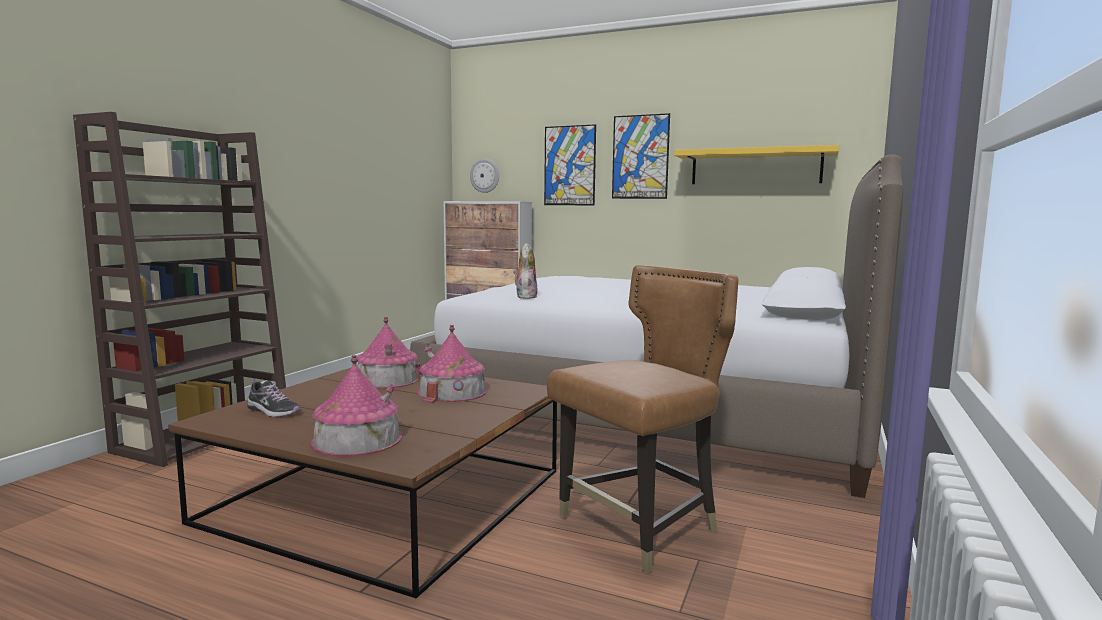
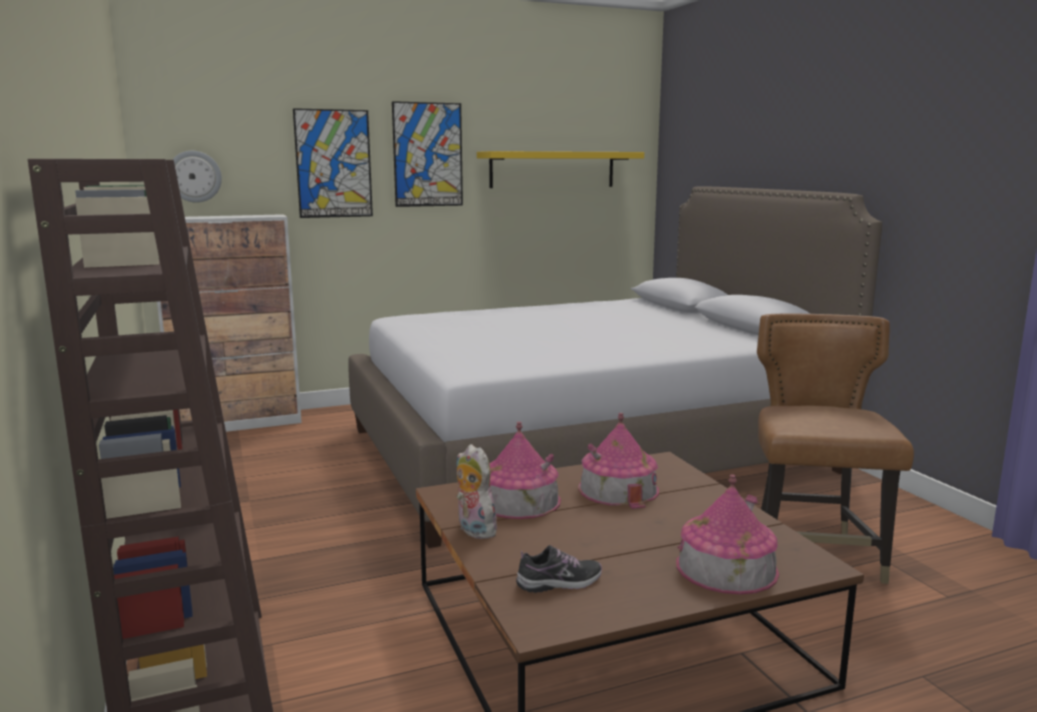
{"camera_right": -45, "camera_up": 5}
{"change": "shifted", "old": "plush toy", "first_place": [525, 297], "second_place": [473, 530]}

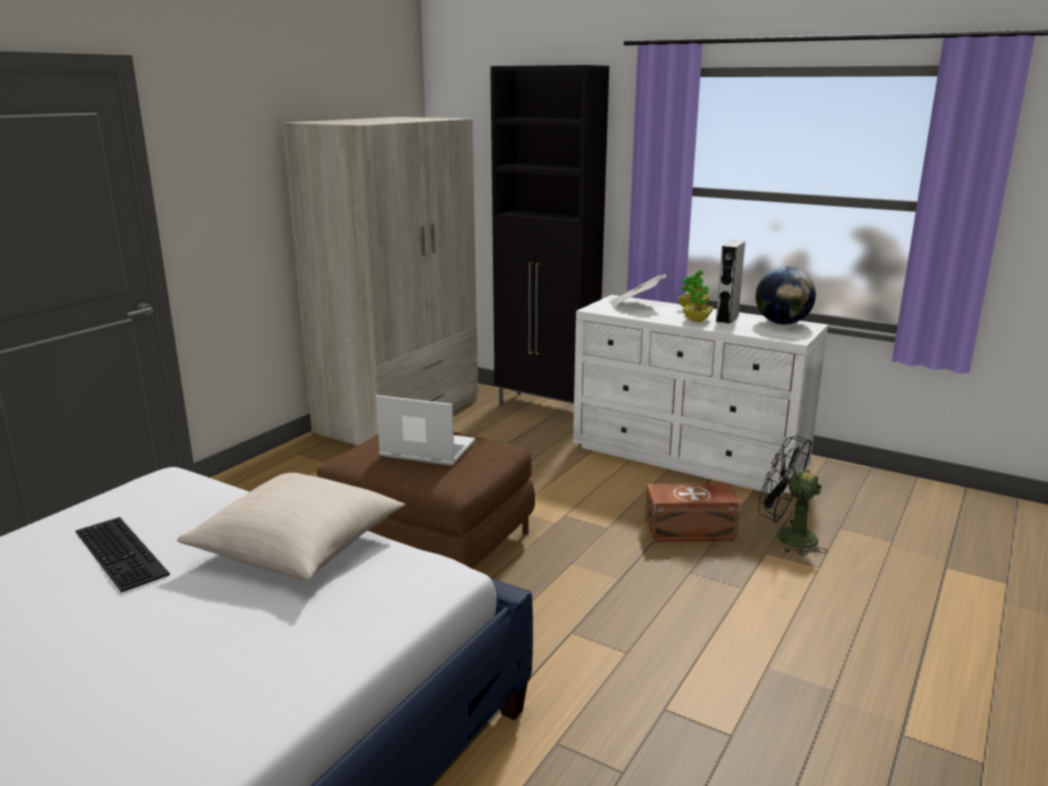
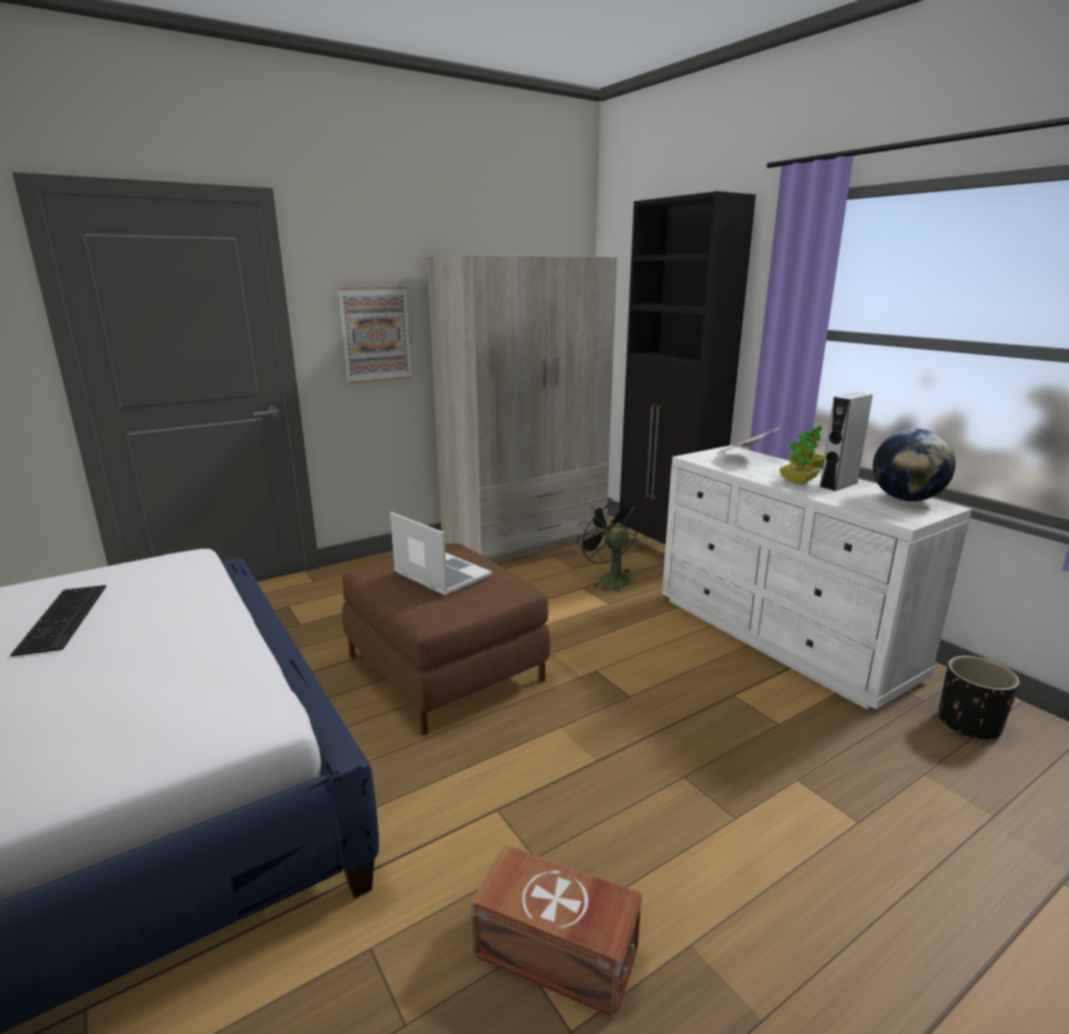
{"camera_right": 25, "camera_up": 0}
{"change": "gone", "old": "sand-coloured pillow", "first_place": [298, 548]}
{"change": "new", "new": "wall picture", "second_place": [375, 334]}
{"change": "new", "new": "blackish planter", "second_place": [968, 724]}
{"change": "shifted", "old": "brown-coloured storage box", "first_place": [691, 531], "second_place": [557, 954]}
{"change": "shifted", "old": "blackish fan", "first_place": [787, 537], "second_place": [609, 578]}

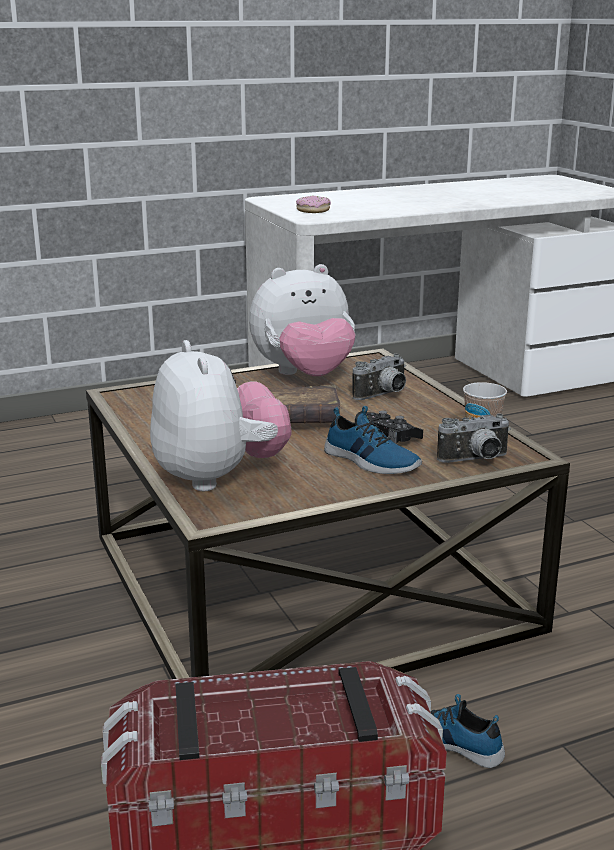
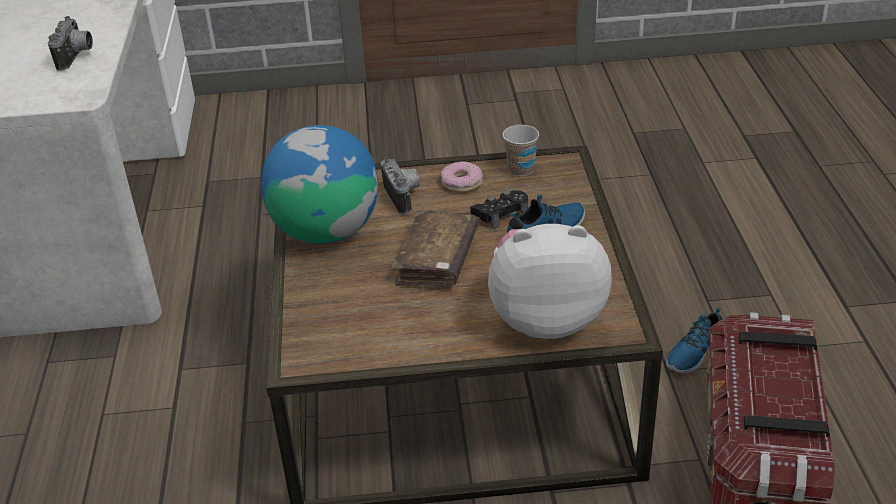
{"camera_right": -70, "camera_up": 15}
{"change": "shifted", "old": "donut", "first_place": [313, 210], "second_place": [462, 183]}
{"change": "shifted", "old": "photo camera", "first_place": [476, 460], "second_place": [77, 57]}
{"change": "swapped", "old": "plush toy", "new": "desk globe", "first_place": [304, 375], "second_place": [326, 231]}

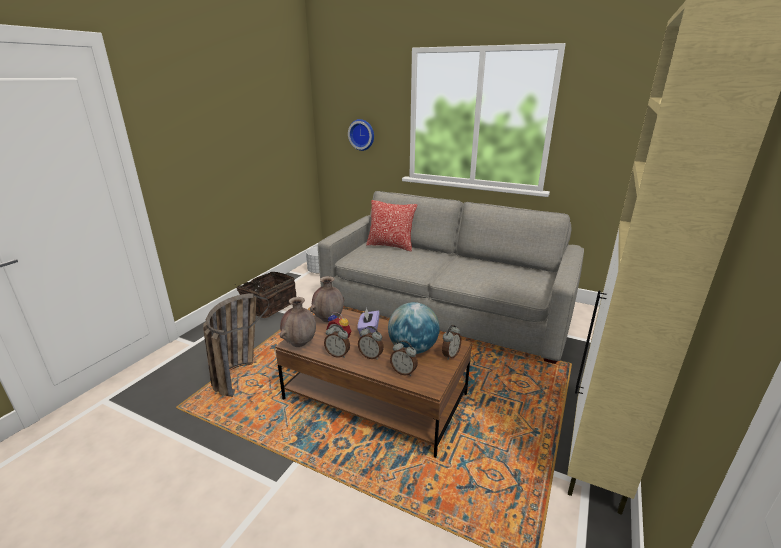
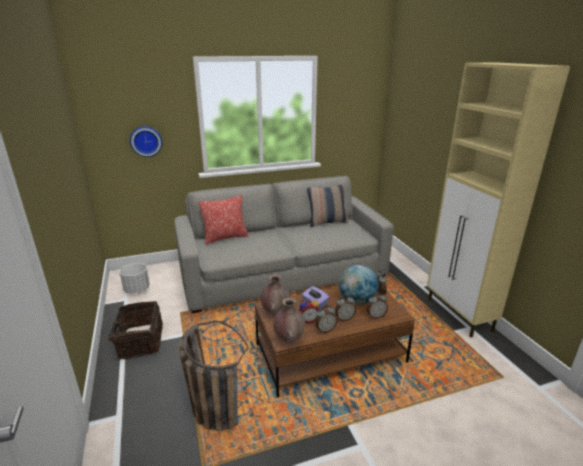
{"camera_right": -45, "camera_up": 0}
{"change": "new", "new": "pillow", "second_place": [327, 222]}

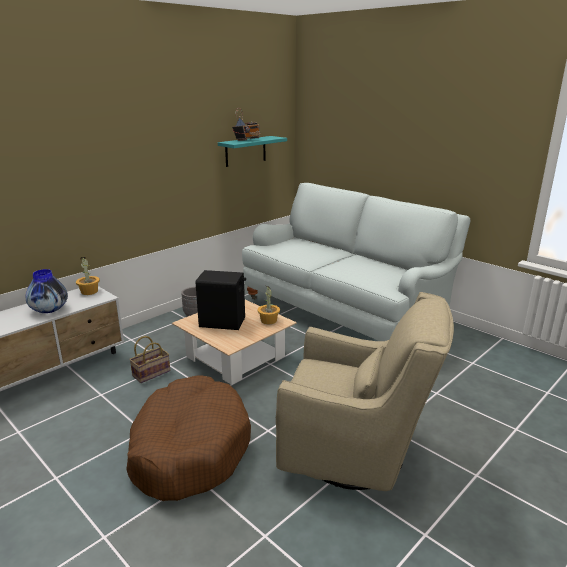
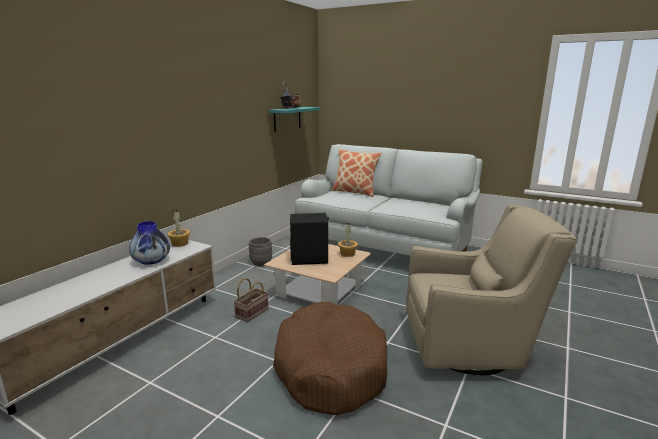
{"camera_right": -15, "camera_up": -5}
{"change": "new", "new": "pillow", "second_place": [355, 192]}

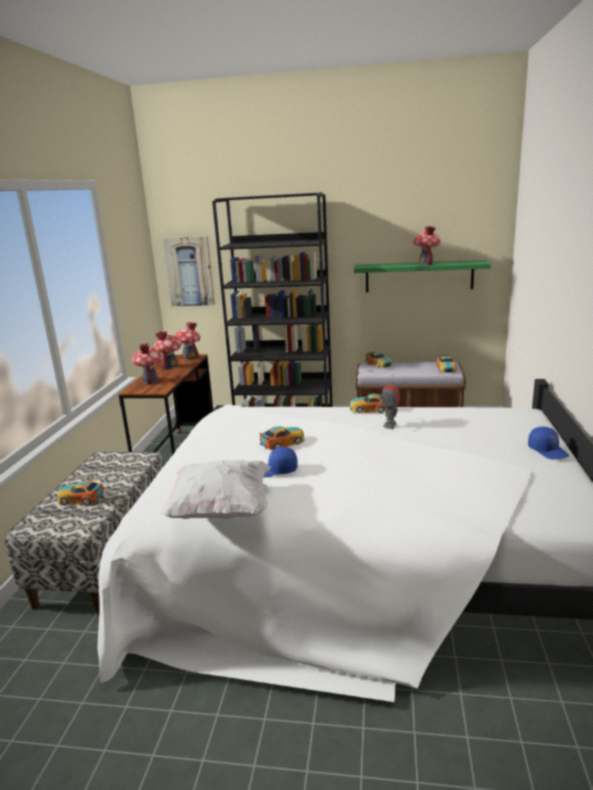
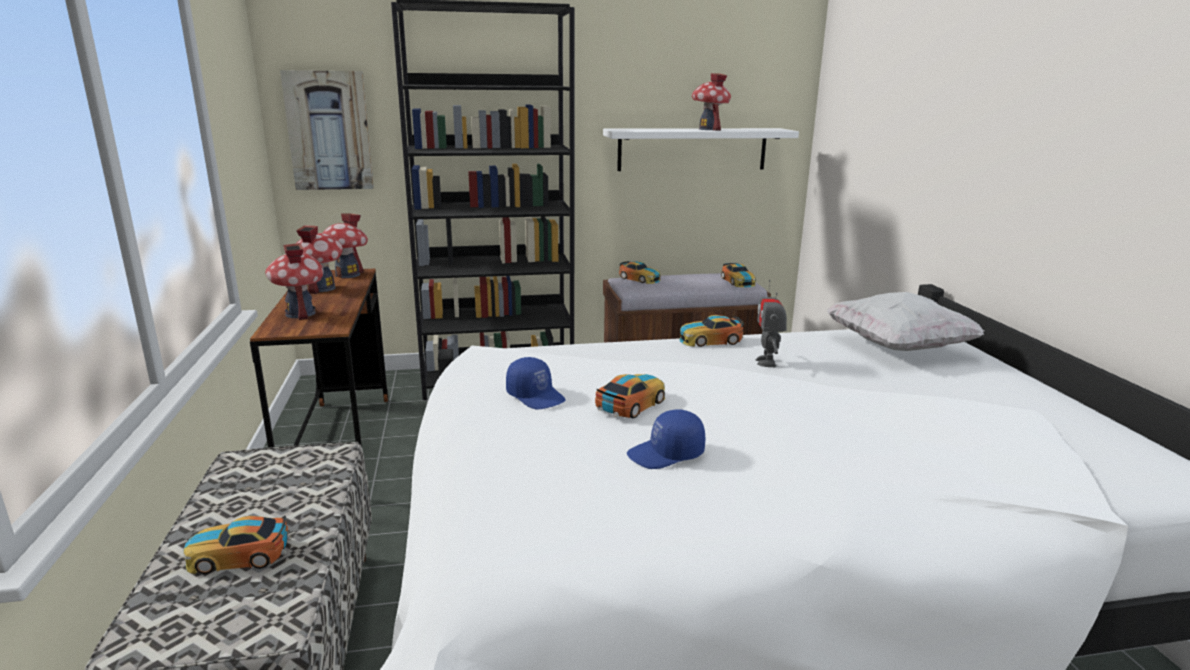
{"camera_right": -20, "camera_up": 0}
{"change": "shifted", "old": "whitish pillow", "first_place": [221, 509], "second_place": [897, 347]}
{"change": "shifted", "old": "blue-coloured baseball cap", "first_place": [548, 451], "second_place": [536, 396]}
{"change": "repainted", "old": "green-coloured wall shelf", "new": "whitish wall shelf", "first_place": [419, 276], "second_place": [692, 149]}

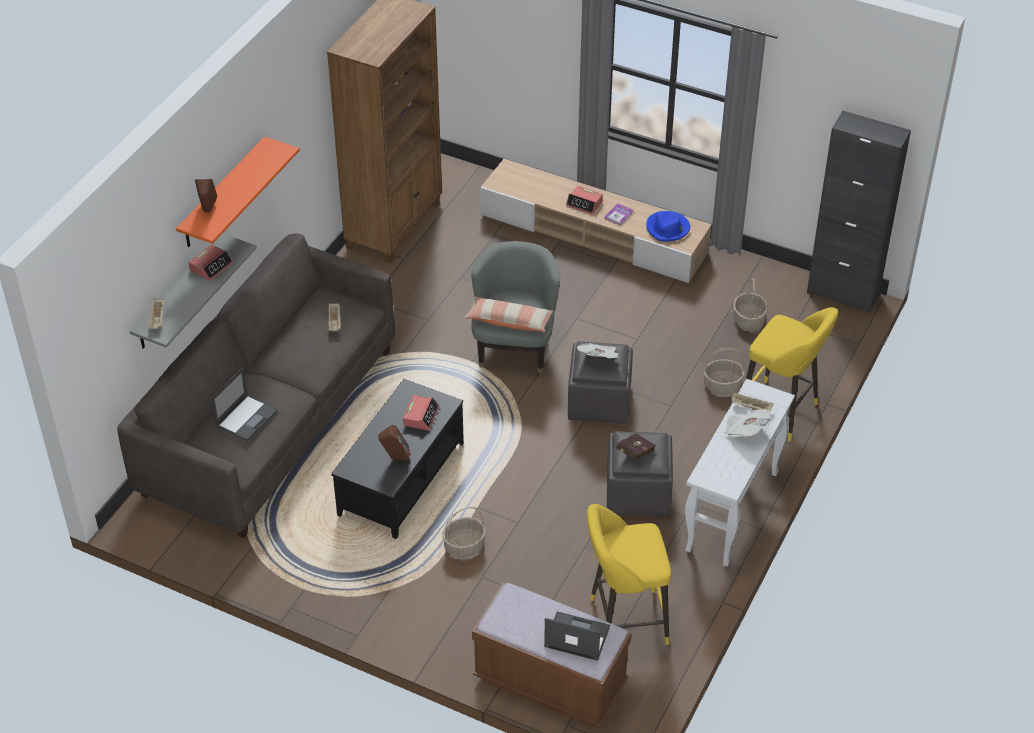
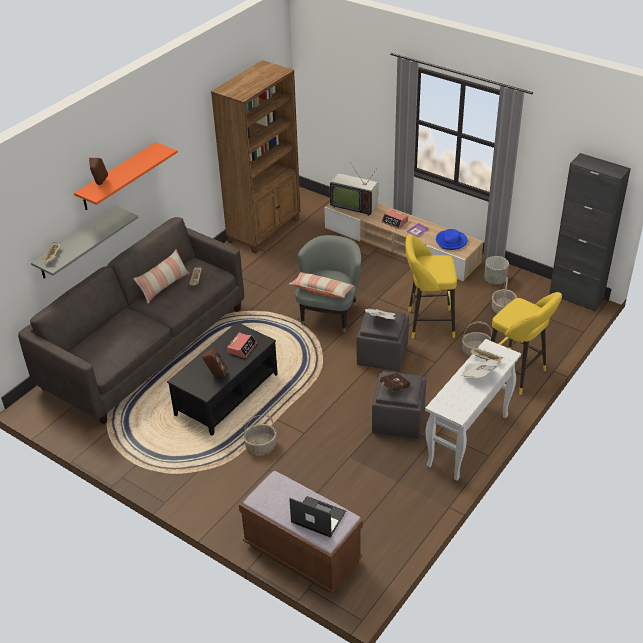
{"camera_right": 10, "camera_up": -5}
{"change": "gone", "old": "table clock", "first_place": [211, 266]}
{"change": "gone", "old": "laptop", "first_place": [247, 417]}
{"change": "new", "new": "pillow", "second_place": [164, 286]}
{"change": "new", "new": "television", "second_place": [354, 206]}
{"change": "new", "new": "grey planter", "second_place": [495, 280]}
{"change": "shifted", "old": "yellow stool", "first_place": [623, 621], "second_place": [427, 323]}

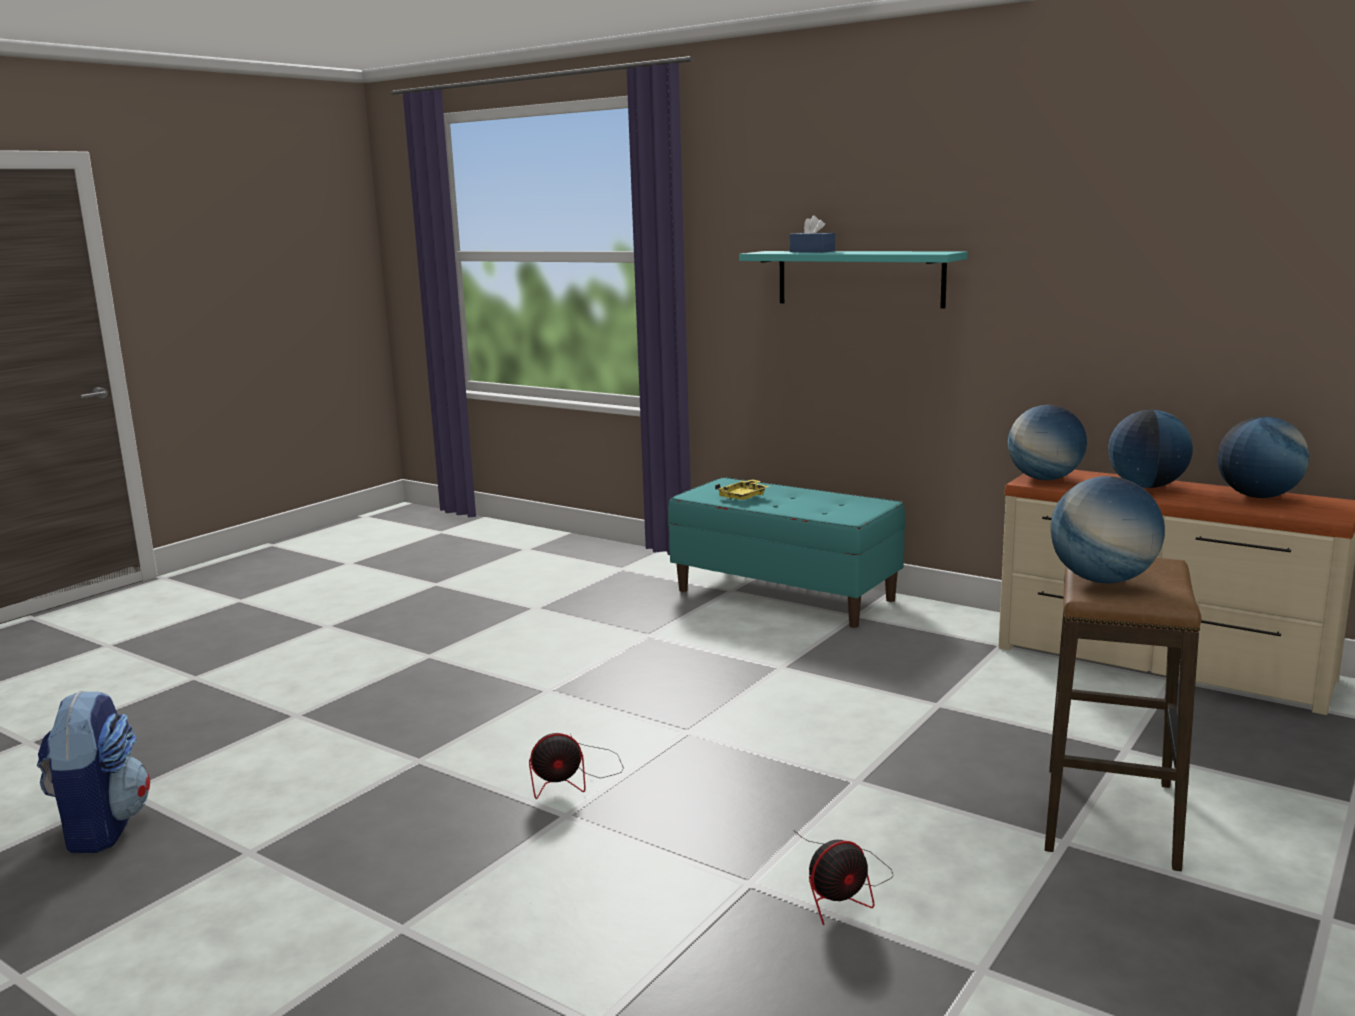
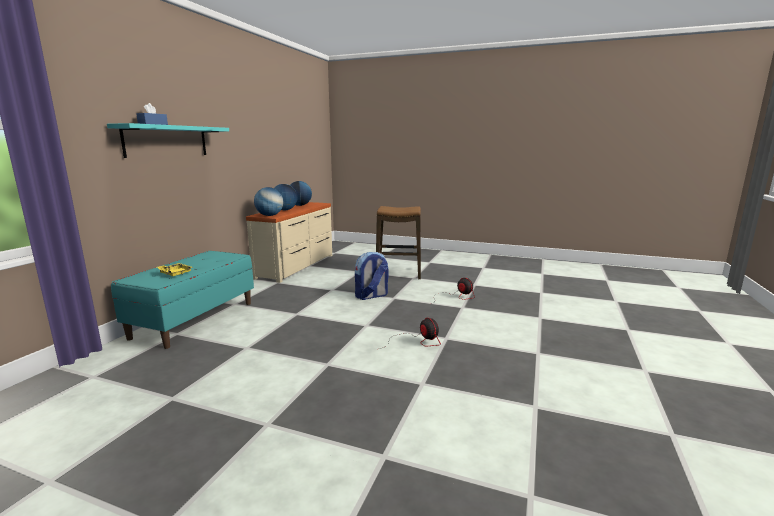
{"camera_right": -105, "camera_up": 0}
{"change": "gone", "old": "desk globe", "first_place": [1102, 580]}
{"change": "shifted", "old": "knapsack", "first_place": [101, 828], "second_place": [371, 296]}

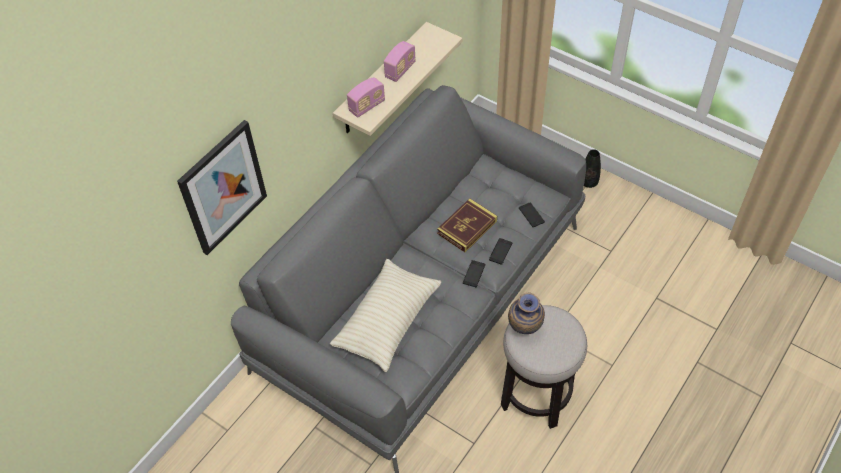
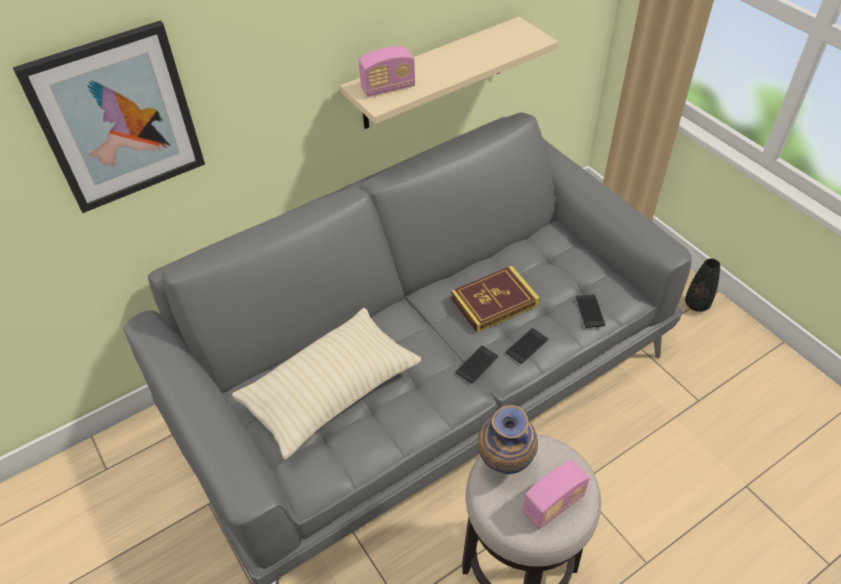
{"camera_right": 20, "camera_up": -5}
{"change": "shifted", "old": "radio receiver", "first_place": [400, 70], "second_place": [553, 504]}

